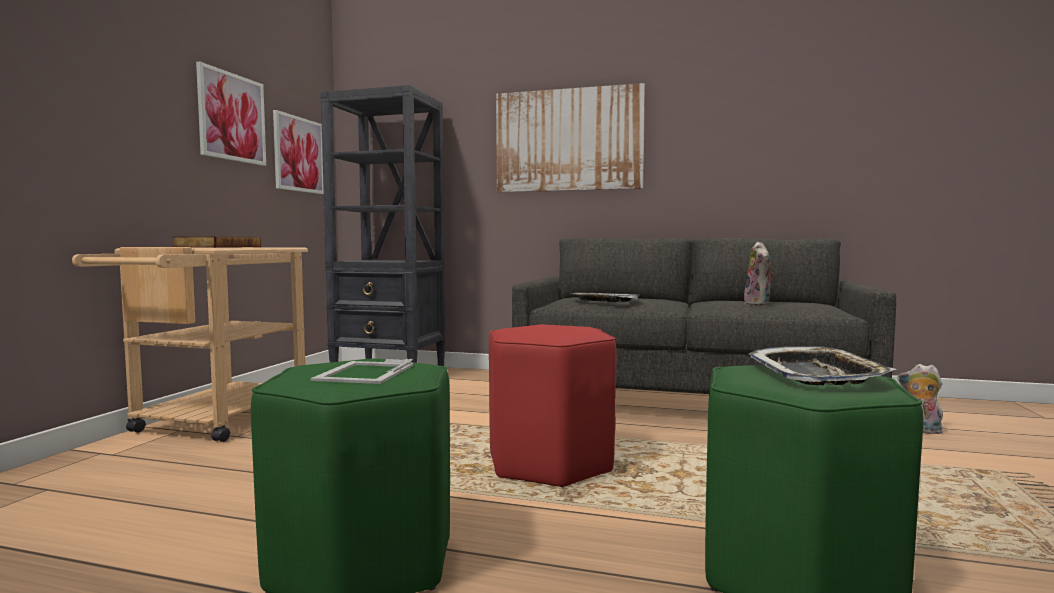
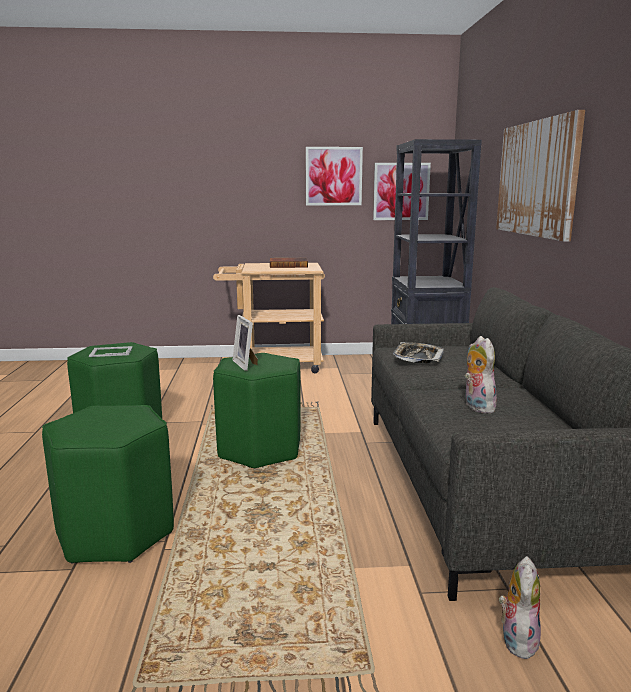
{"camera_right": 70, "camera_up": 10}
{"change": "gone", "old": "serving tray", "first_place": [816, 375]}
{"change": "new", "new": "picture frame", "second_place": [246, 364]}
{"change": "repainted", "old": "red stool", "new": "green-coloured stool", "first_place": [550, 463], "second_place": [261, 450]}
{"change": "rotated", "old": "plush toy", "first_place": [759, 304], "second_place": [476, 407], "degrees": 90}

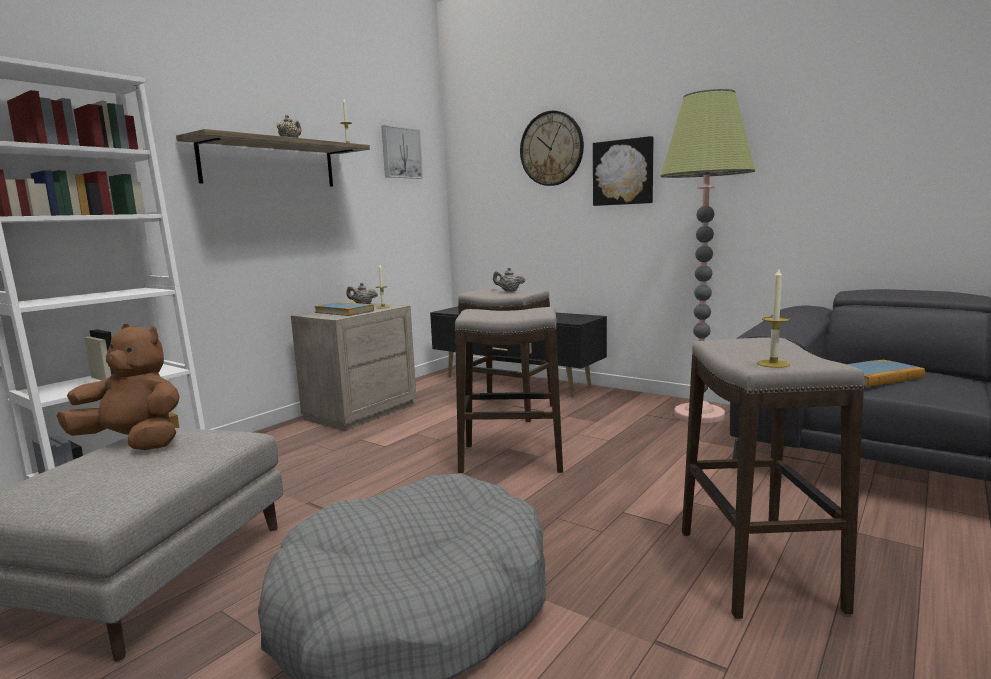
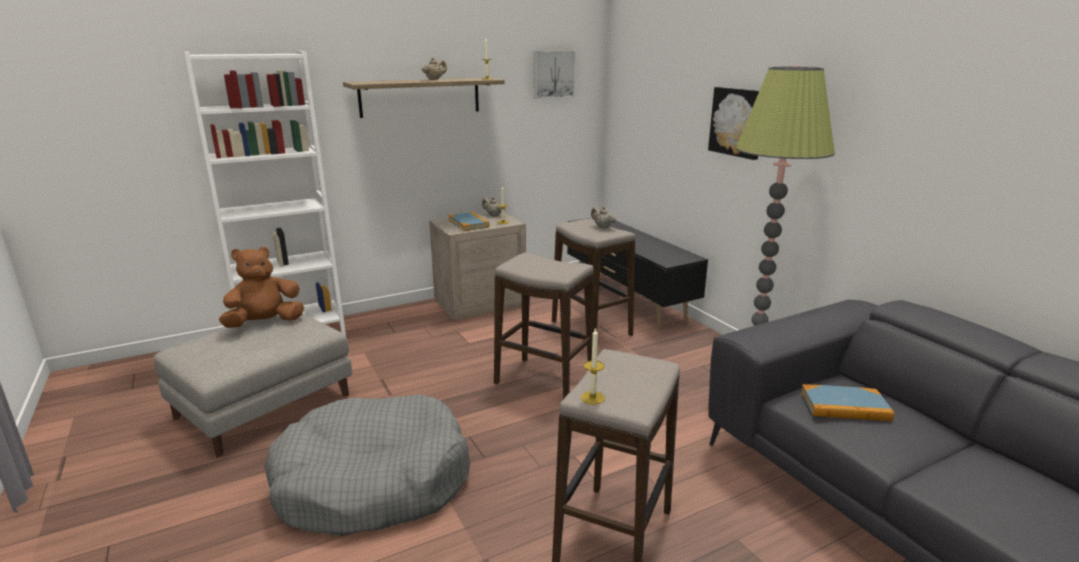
{"camera_right": 25, "camera_up": 10}
{"change": "gone", "old": "wall clock", "first_place": [551, 149]}
{"change": "rotated", "old": "brown-coloured plush toy", "first_place": [134, 443], "second_place": [265, 323], "degrees": -75}

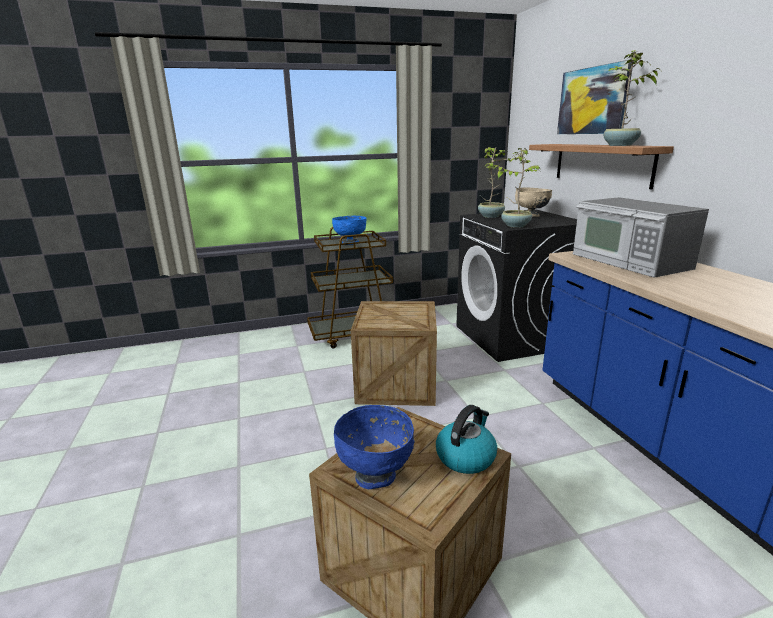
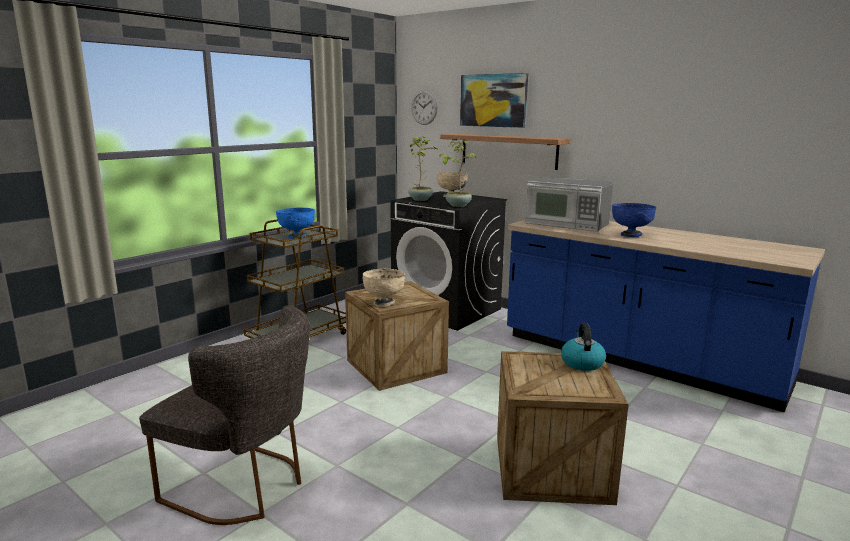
{"camera_right": -35, "camera_up": -5}
{"change": "gone", "old": "potted plant", "first_place": [620, 145]}
{"change": "new", "new": "grey plain chair", "second_place": [245, 486]}
{"change": "new", "new": "sand-coloured serving bowl", "second_place": [384, 303]}
{"change": "new", "new": "wall clock", "second_place": [424, 107]}
{"change": "shifted", "old": "blue-coloured serving bowl", "first_place": [376, 476], "second_place": [631, 235]}

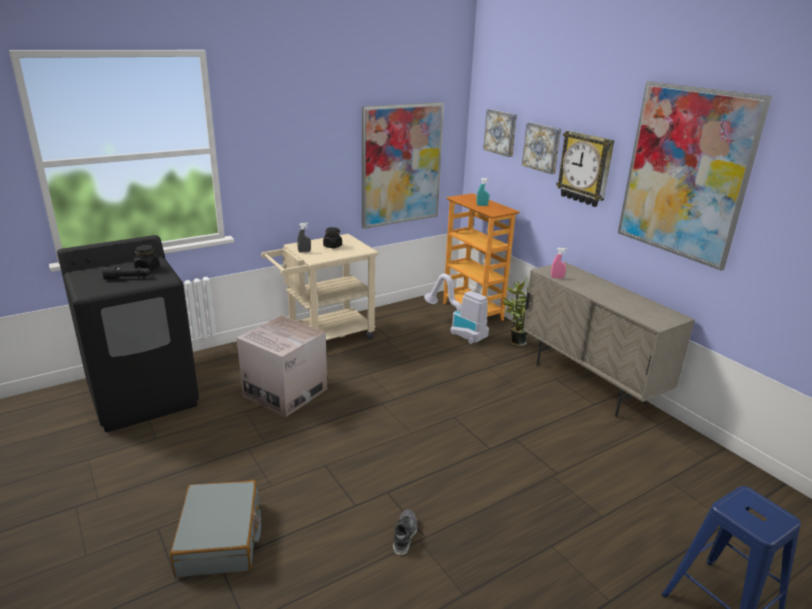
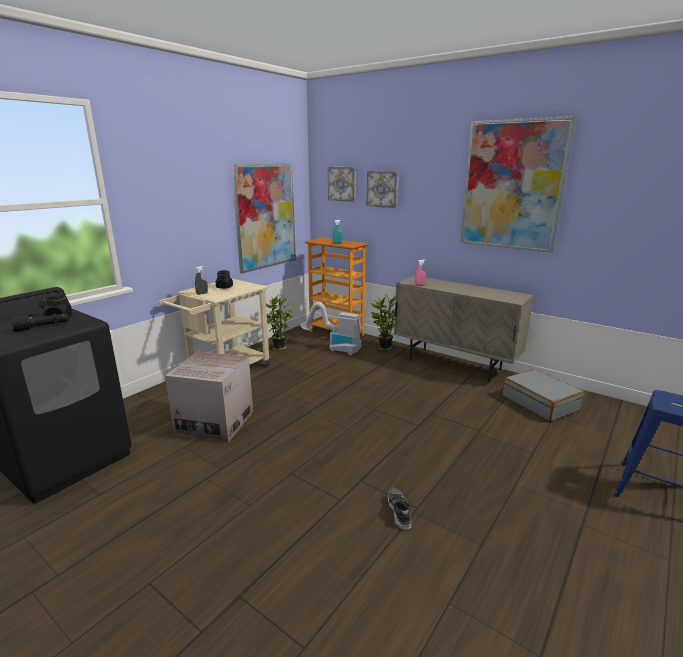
{"camera_right": -20, "camera_up": -5}
{"change": "gone", "old": "wall clock", "first_place": [585, 168]}
{"change": "new", "new": "potted plant", "second_place": [278, 348]}
{"change": "shifted", "old": "grey suitcase", "first_place": [220, 538], "second_place": [540, 403]}

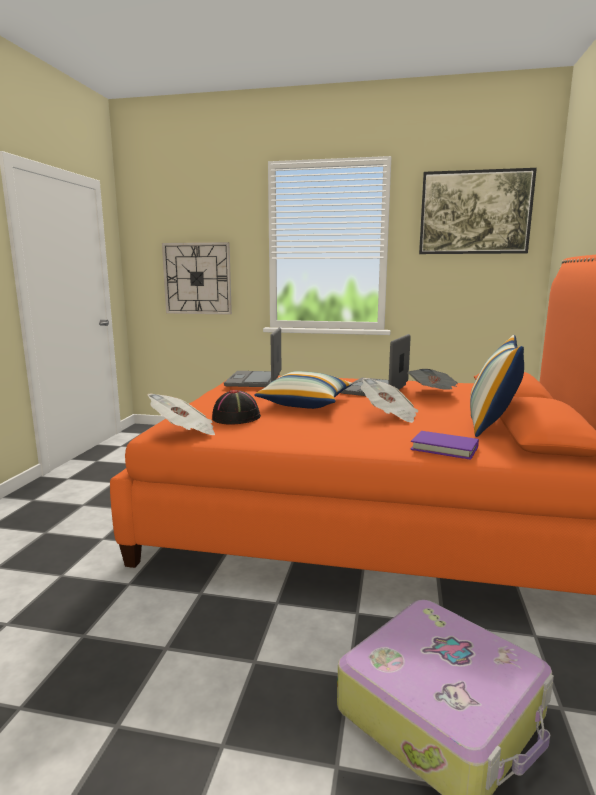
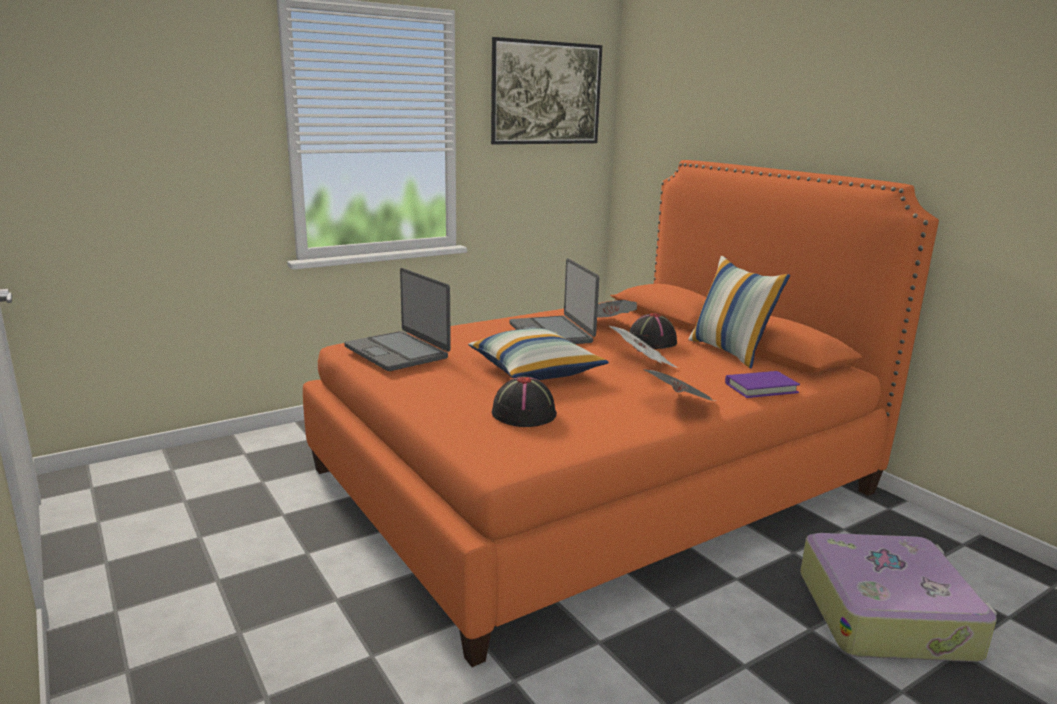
{"camera_right": -45, "camera_up": 5}
{"change": "gone", "old": "wall clock", "first_place": [197, 278]}
{"change": "new", "new": "blackish wearable hat", "second_place": [651, 342]}
{"change": "shifted", "old": "daily paper", "first_place": [184, 431], "second_place": [679, 405]}

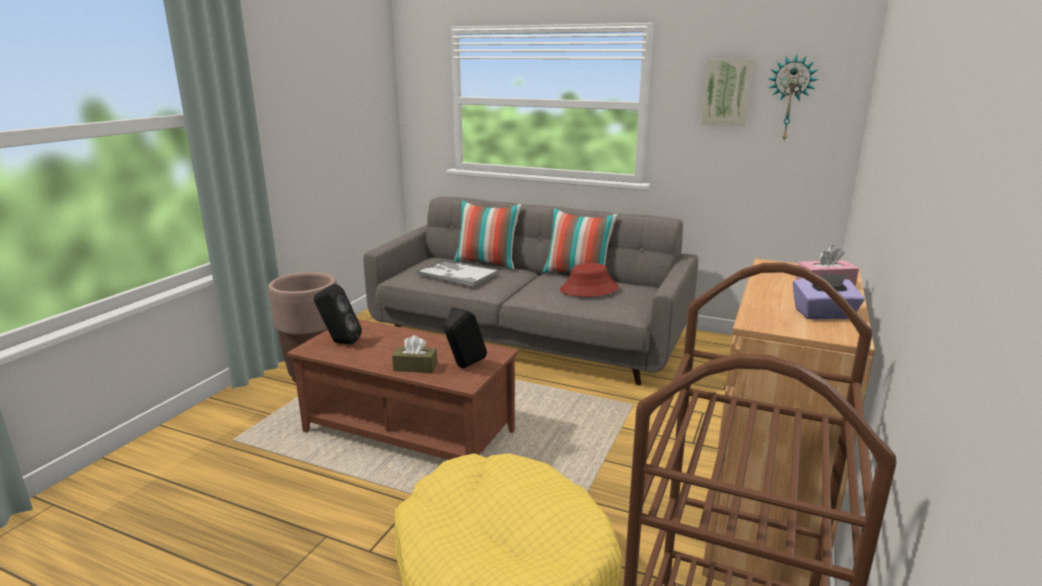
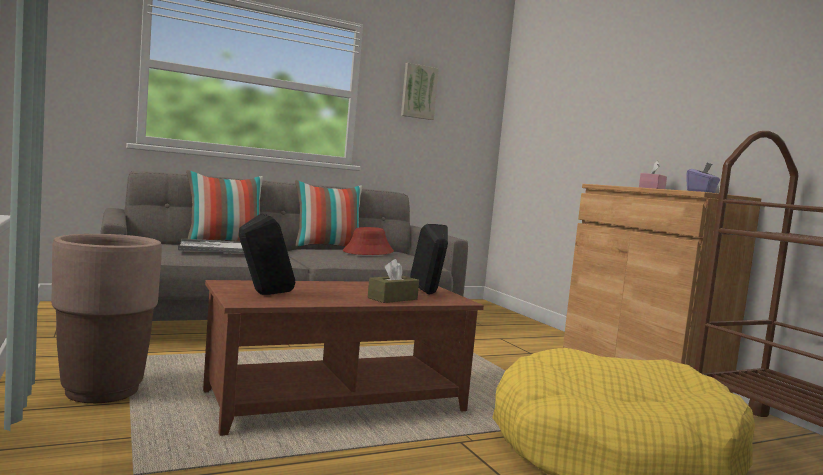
{"camera_right": -50, "camera_up": -15}
{"change": "gone", "old": "wall clock", "first_place": [790, 98]}

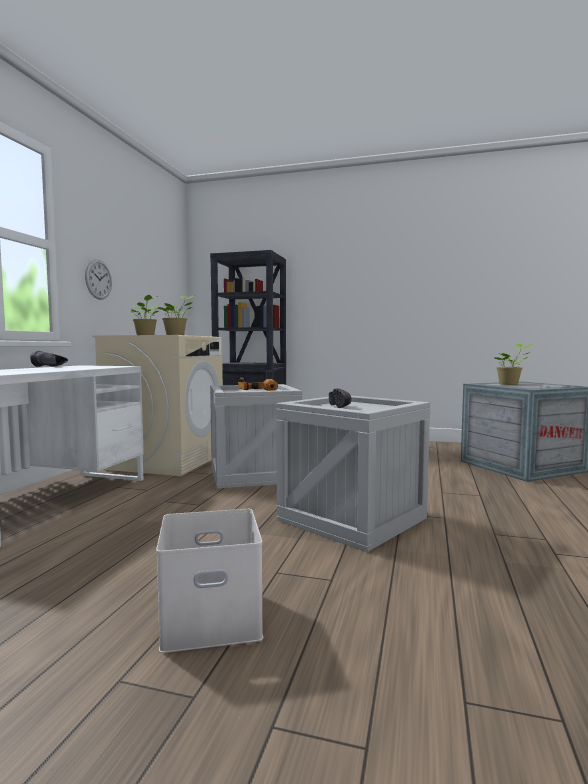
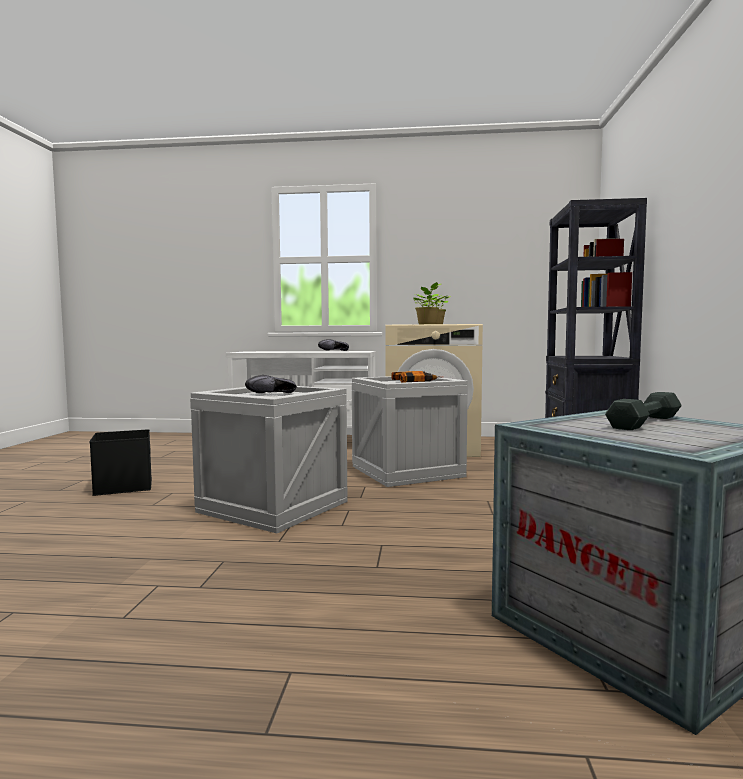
{"camera_right": 80, "camera_up": 0}
{"change": "gone", "old": "wall clock", "first_place": [98, 279]}
{"change": "swapped", "old": "potted plant", "new": "grey hand weight", "first_place": [510, 384], "second_place": [644, 422]}
{"change": "repainted", "old": "whitish storage box", "new": "blackish storage box", "first_place": [213, 616], "second_place": [125, 486]}

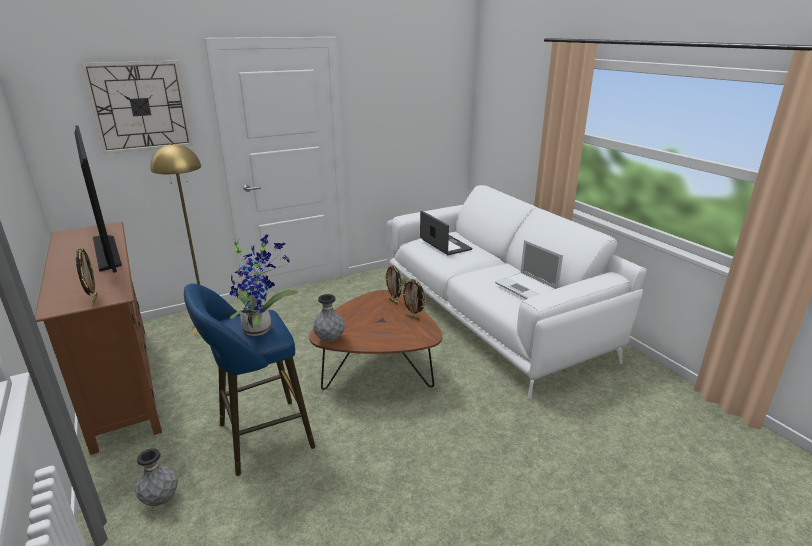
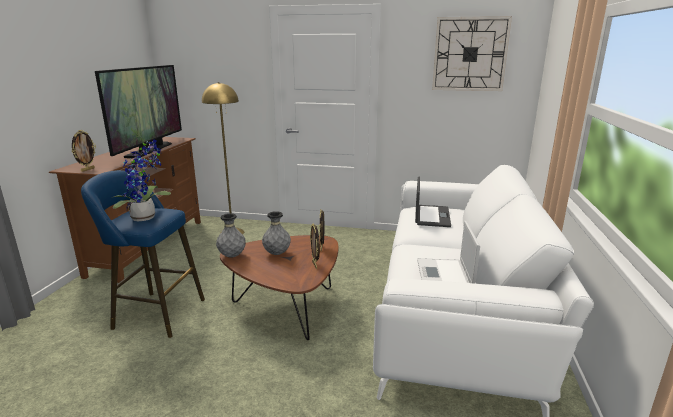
{"camera_right": 40, "camera_up": -5}
{"change": "shifted", "old": "wall clock", "first_place": [140, 106], "second_place": [470, 54]}
{"change": "shifted", "old": "grey decorative vase", "first_place": [160, 499], "second_place": [277, 253]}

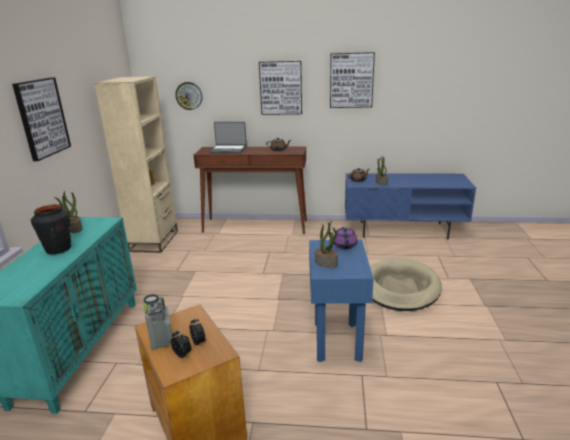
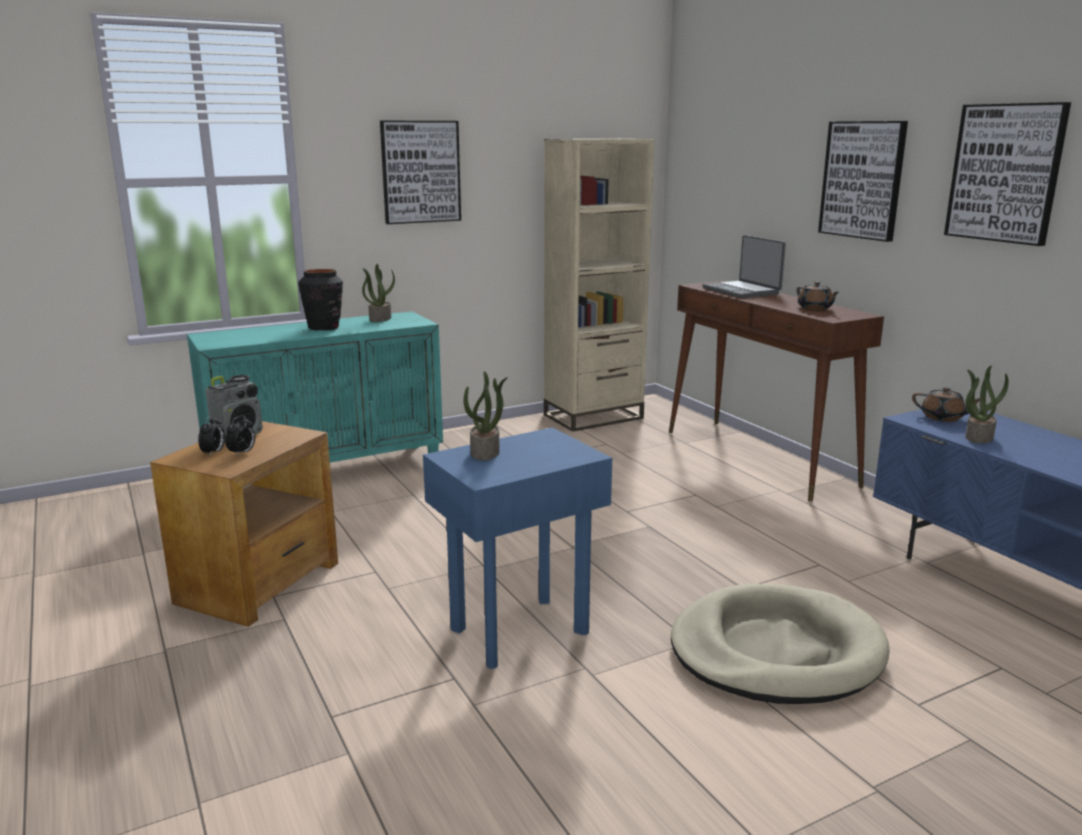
{"camera_right": 55, "camera_up": -5}
{"change": "gone", "old": "wall clock", "first_place": [189, 95]}
{"change": "gone", "old": "purple-coloured pot for tea", "first_place": [344, 246]}

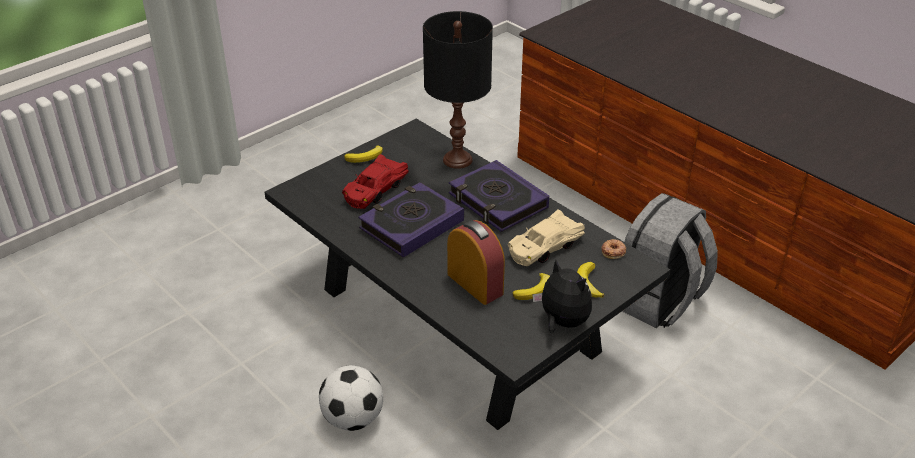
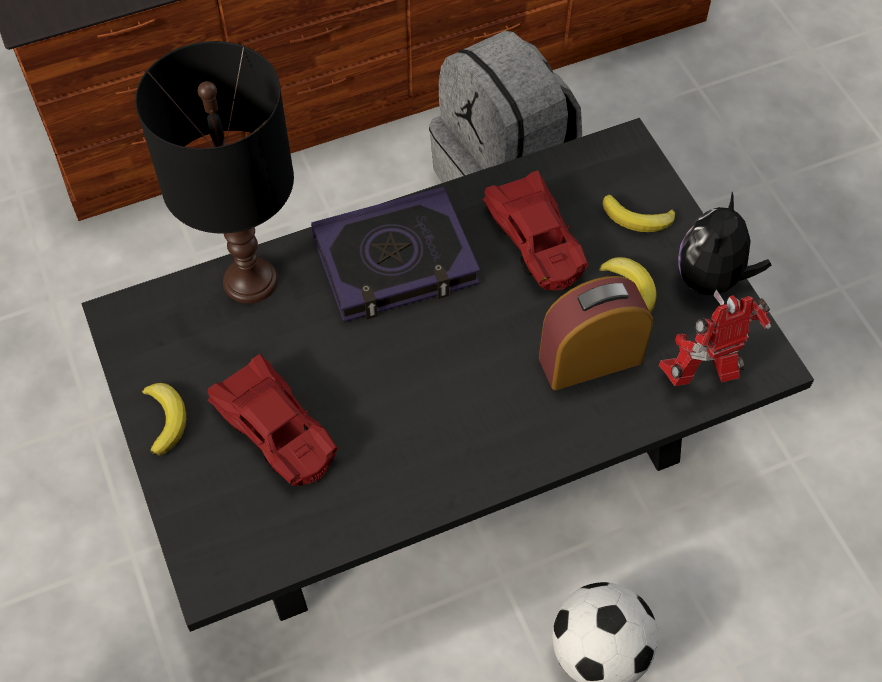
{"camera_right": -70, "camera_up": 20}
{"change": "gone", "old": "volume", "first_place": [411, 224]}
{"change": "gone", "old": "donut", "first_place": [613, 251]}
{"change": "new", "new": "robot figure", "second_place": [702, 377]}
{"change": "repainted", "old": "sand-coloured model car", "new": "red model car", "first_place": [544, 247], "second_place": [535, 241]}
{"change": "rotated", "old": "plush toy", "first_place": [562, 322], "second_place": [711, 280], "degrees": -45}

